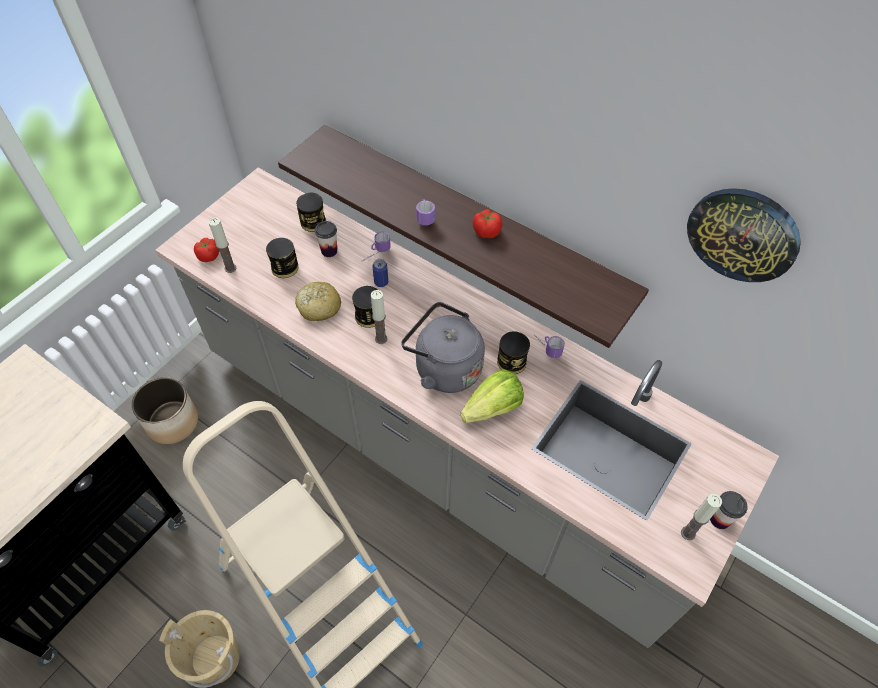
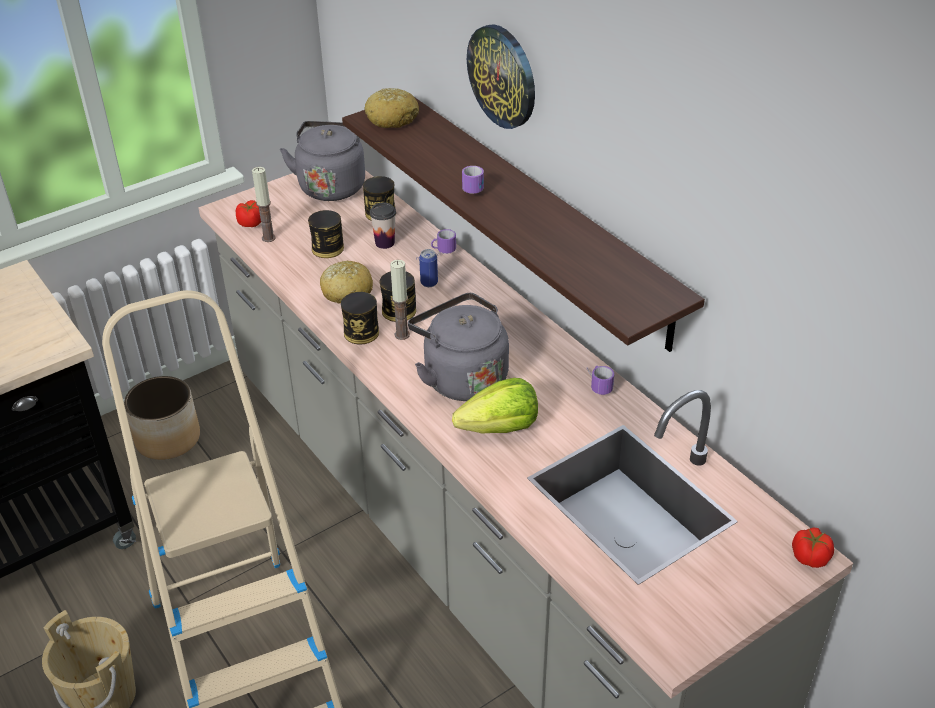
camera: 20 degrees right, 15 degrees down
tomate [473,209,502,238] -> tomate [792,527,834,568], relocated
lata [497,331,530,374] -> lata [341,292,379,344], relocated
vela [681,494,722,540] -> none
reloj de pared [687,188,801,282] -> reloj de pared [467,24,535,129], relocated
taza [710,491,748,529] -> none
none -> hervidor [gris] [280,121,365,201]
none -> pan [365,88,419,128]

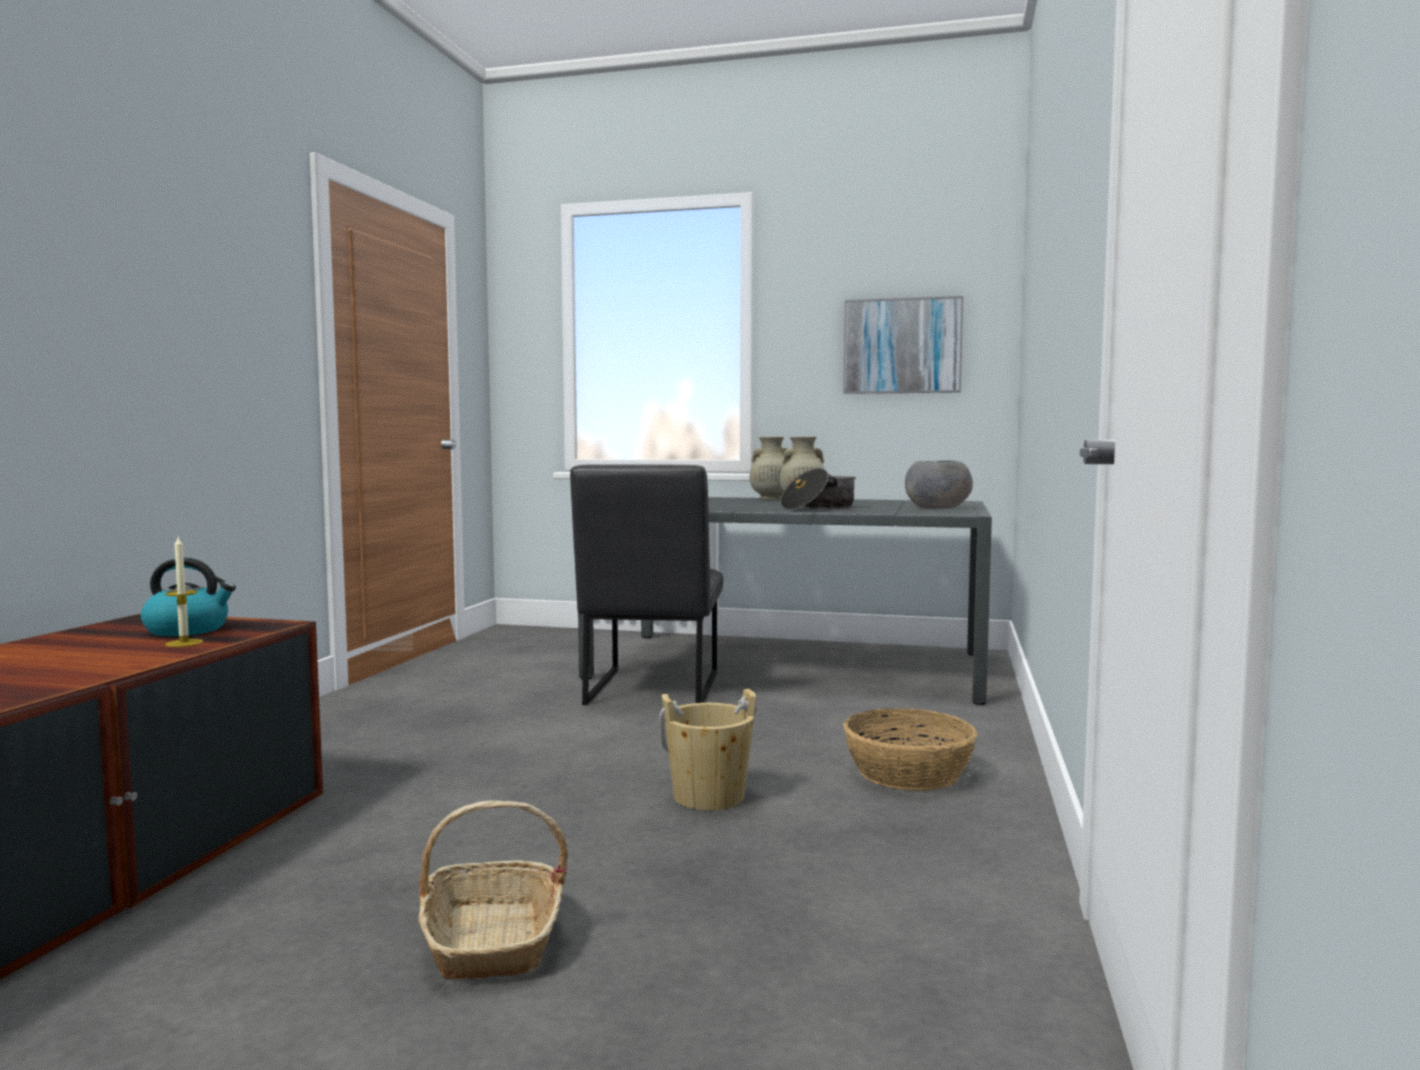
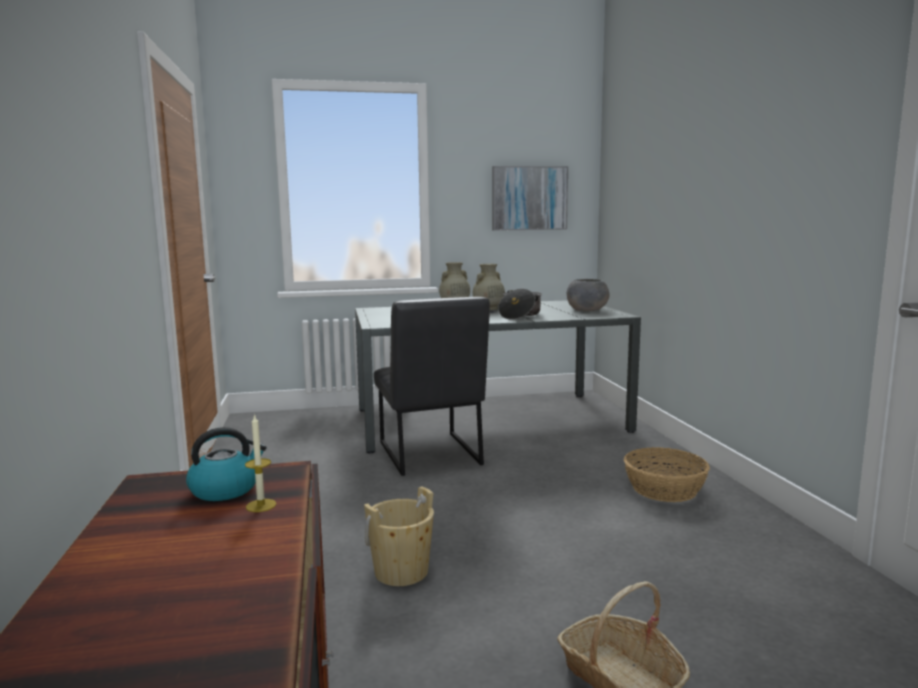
camera: 25 degrees left, 5 degrees up
cubo [beis] [659,689,757,810] -> cubo [beis] [364,486,434,586], relocated

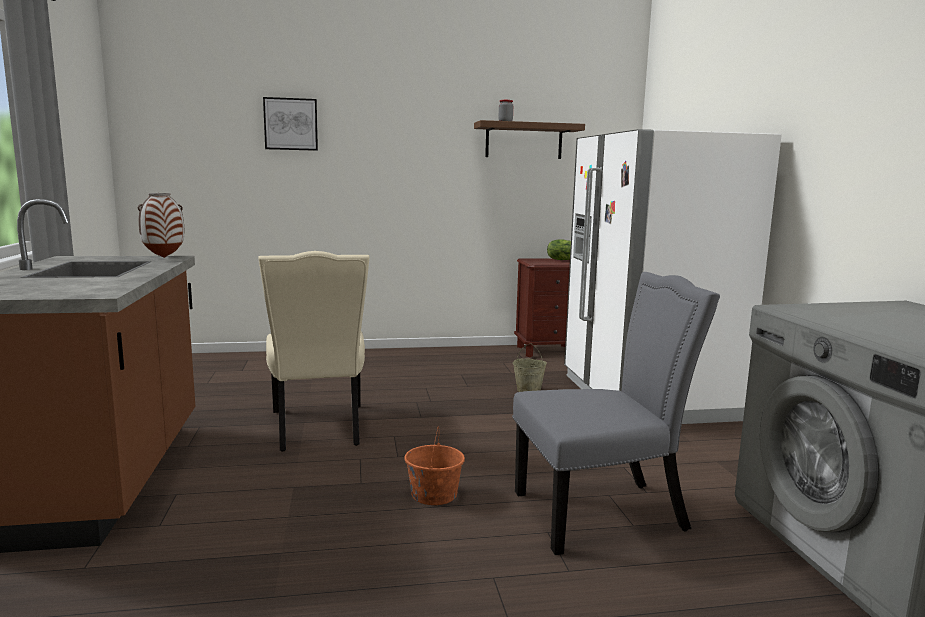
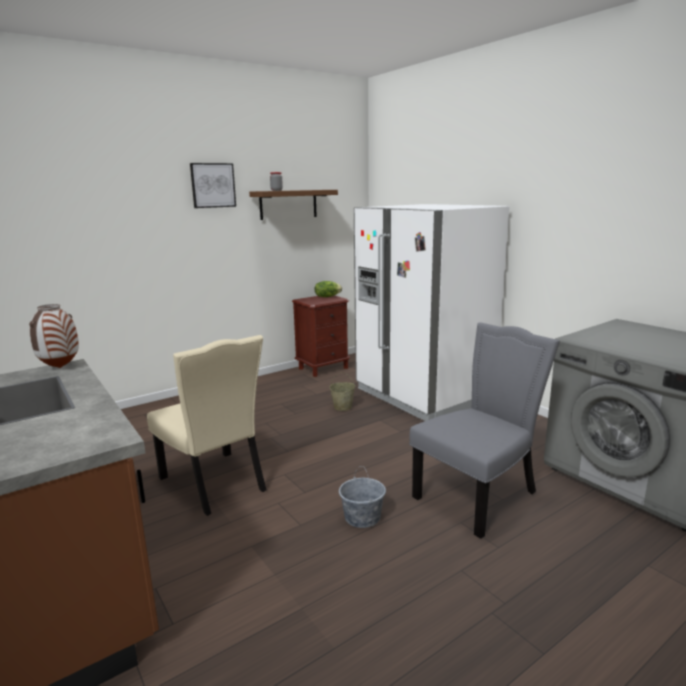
camera: 25 degrees left, 5 degrees up
cuadro [263,97,318,151] -> cuadro [190,163,236,208], relocated
cubo [naranja] [404,426,465,505] -> cubo [gris] [339,466,386,528]

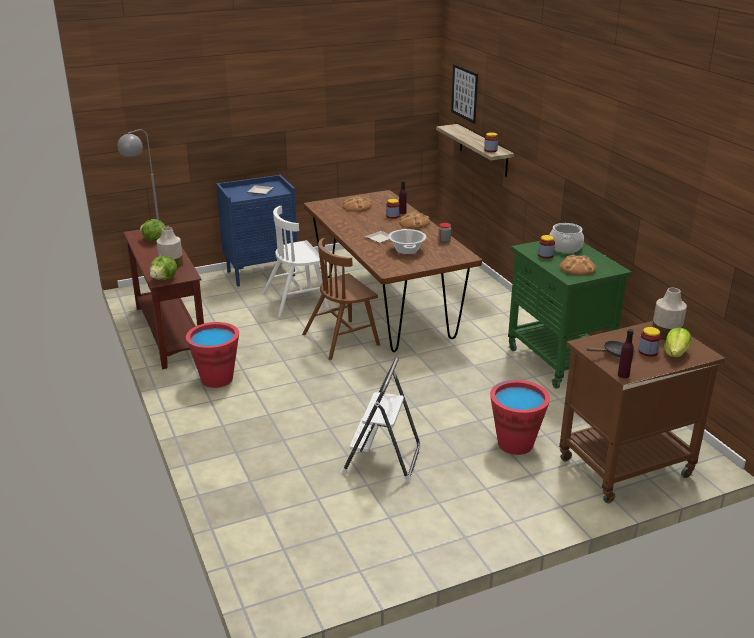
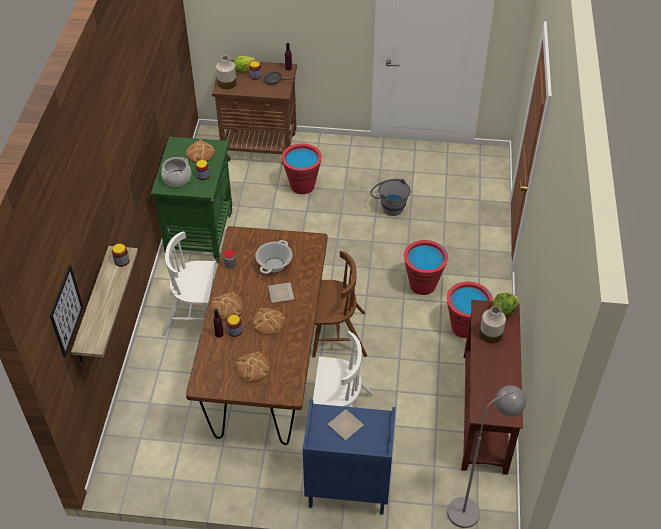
camera: 150 degrees left, 20 degrees up
lechuga [140,219,166,241] -> none
escalera de tijera [blanco] [340,357,421,483] -> cubo [gris] [370,179,410,216]
none -> silla [blanco] [162,232,216,336]
none -> pan [252,308,286,335]
none -> cubo [rojo] [404,240,448,295]

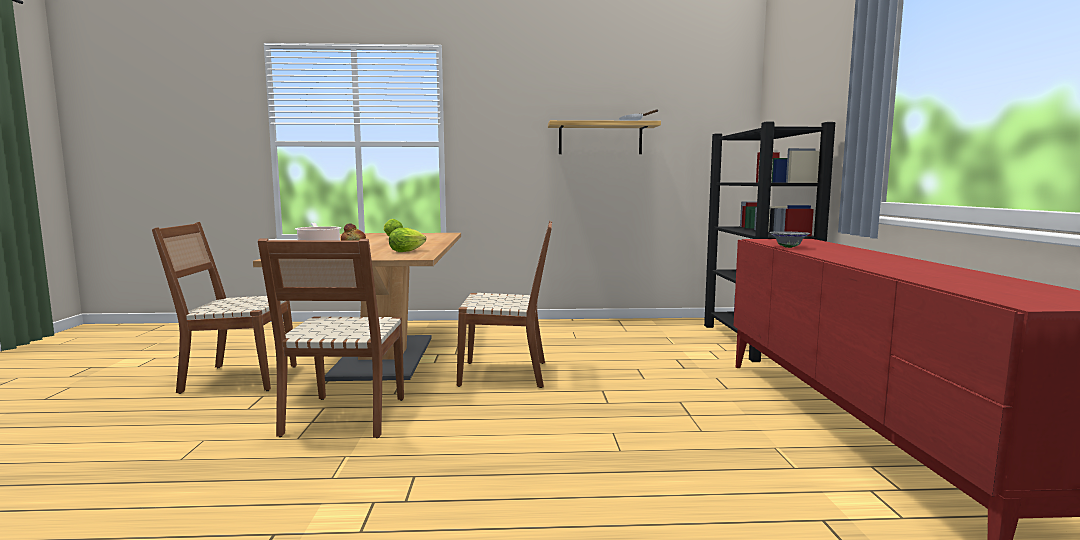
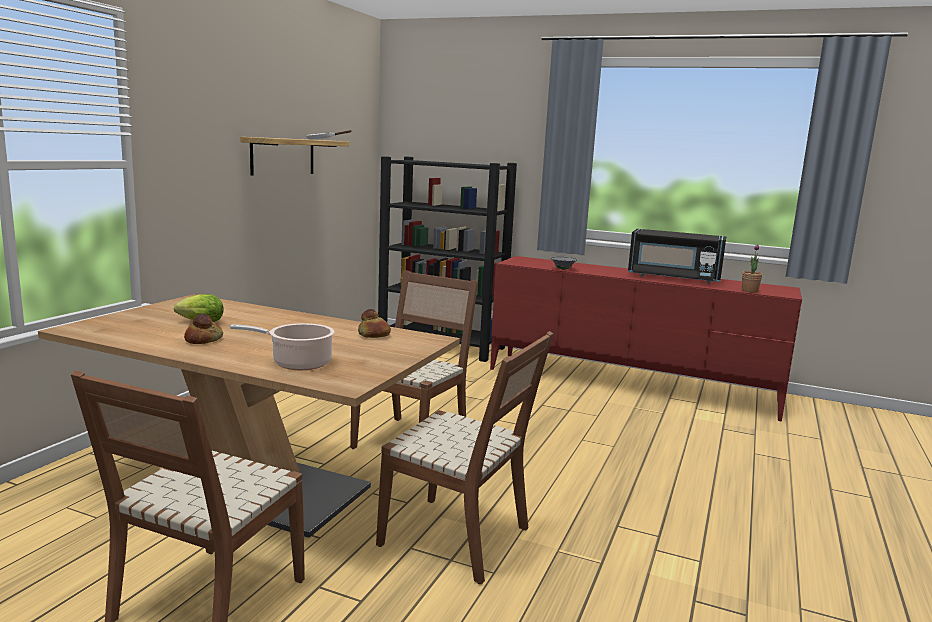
camera: 65 degrees left, 5 degrees up
lechuga [389,228,426,252] -> pan [358,309,391,338]
none -> microondas [negro] [628,229,726,284]
none -> planta en maceta [742,245,762,293]

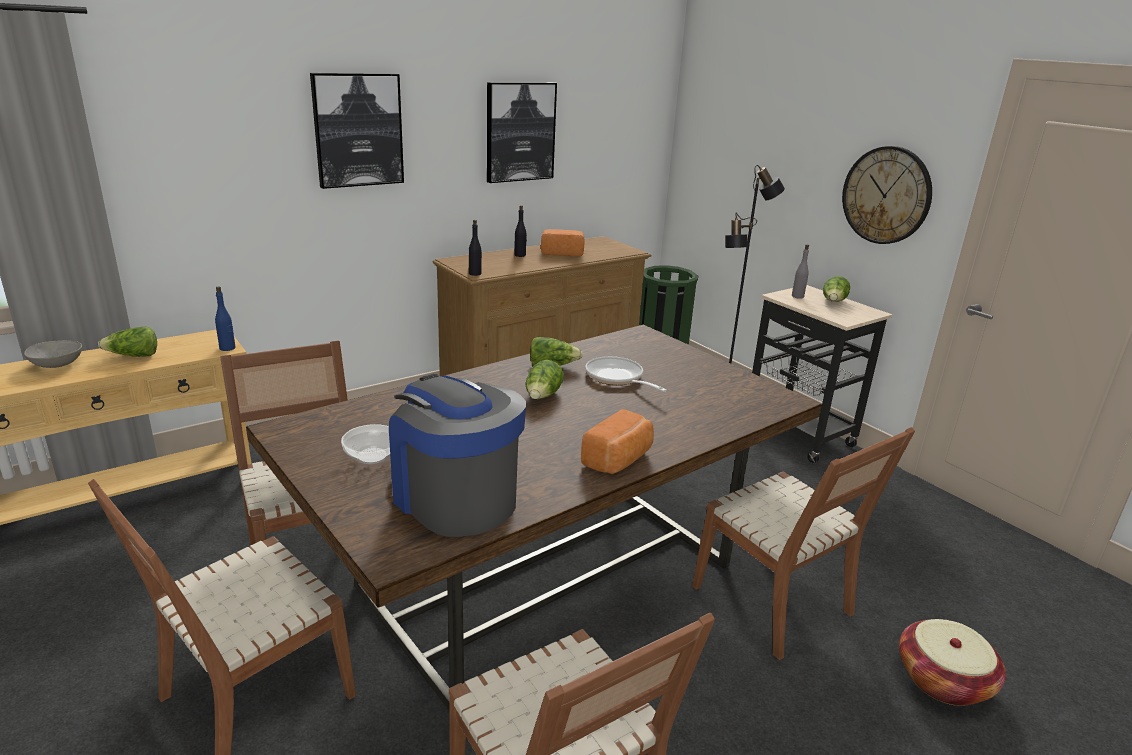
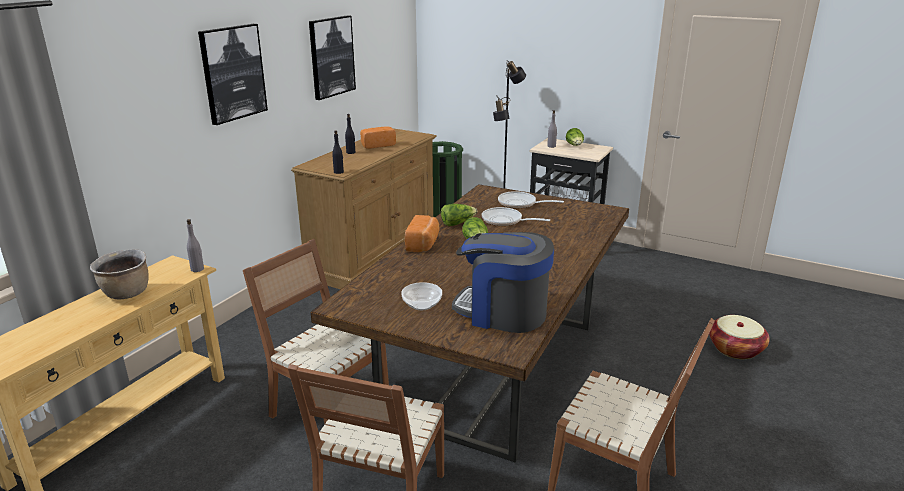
camera: 25 degrees left, 0 degrees up
cuenco [gris] [24,340,82,368] -> none
lechuga [98,327,157,357] -> olla [marrón] [90,249,149,299]
botella [azul] [215,286,236,351] -> botella [gris] [187,219,204,272]
pan [581,409,654,474] -> pan [405,215,440,252], relocated
silla [692,427,915,660] -> none
reloj de pared [842,146,932,244] -> none
none -> sartén [498,191,564,209]

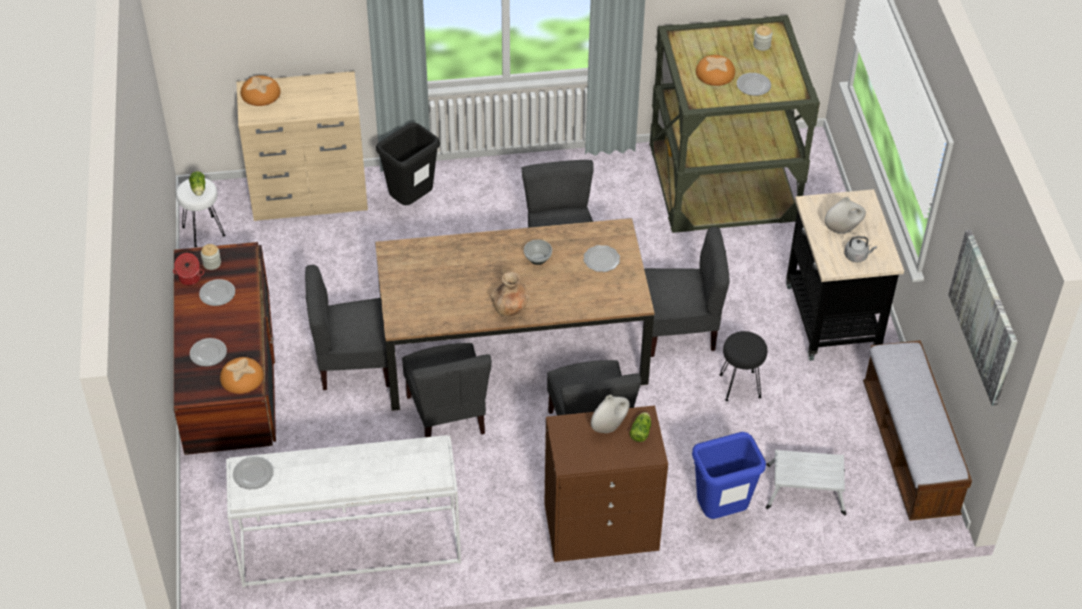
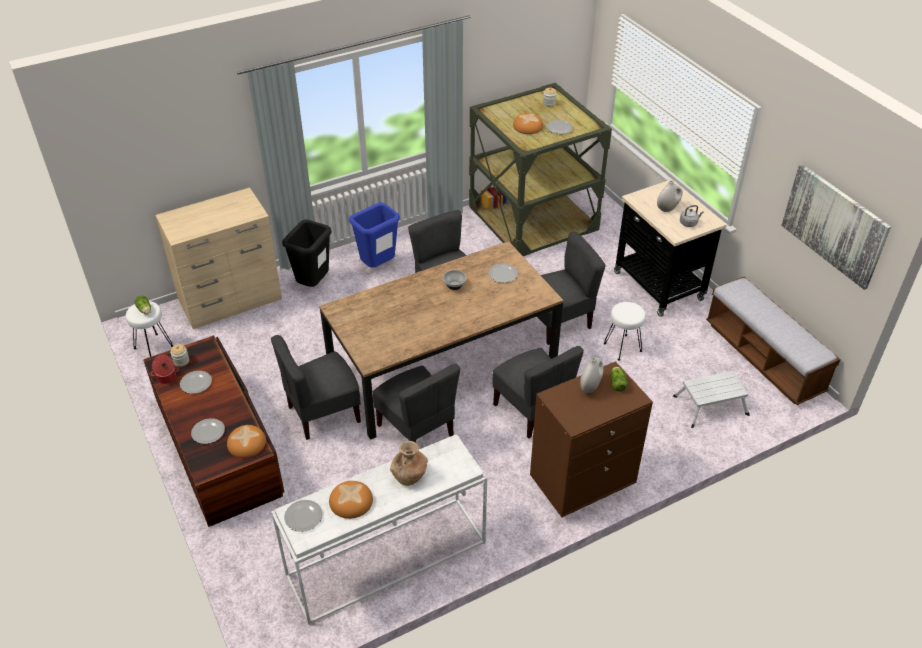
camera: 20 degrees left, 5 degrees down
pan [241,75,281,106] -> pan [329,481,373,519], relocated
florero [marrón] [490,272,530,317] -> florero [marrón] [390,441,428,486], relocated
papelera [azul] [692,432,766,519] -> papelera [azul] [349,202,400,268], relocated
taburete [negro] [720,331,767,401] -> taburete [blanco] [604,302,646,360]

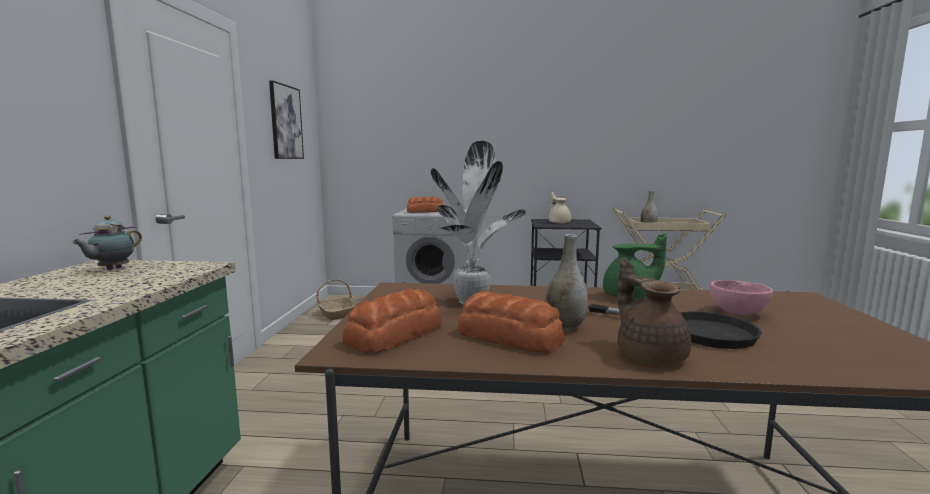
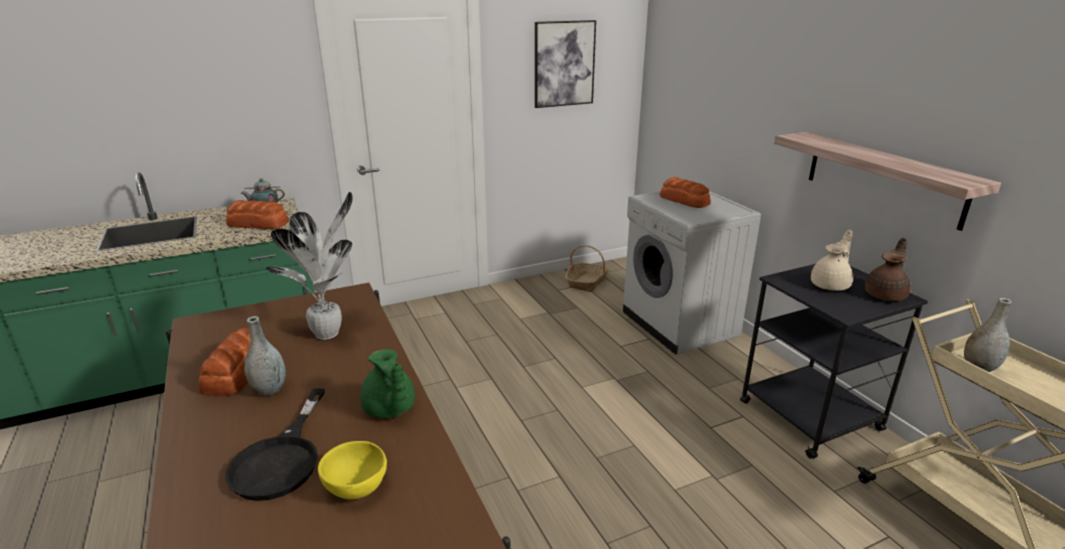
camera: 60 degrees right, 15 degrees up
pan [343,288,442,353] -> pan [226,200,289,229], relocated
tetera [marrón] [618,258,691,365] -> tetera [marrón] [865,237,911,301], relocated
cuenco [rosa] [710,280,773,315] -> cuenco [amarillo] [318,441,387,499]
none -> estante [774,132,1001,231]

